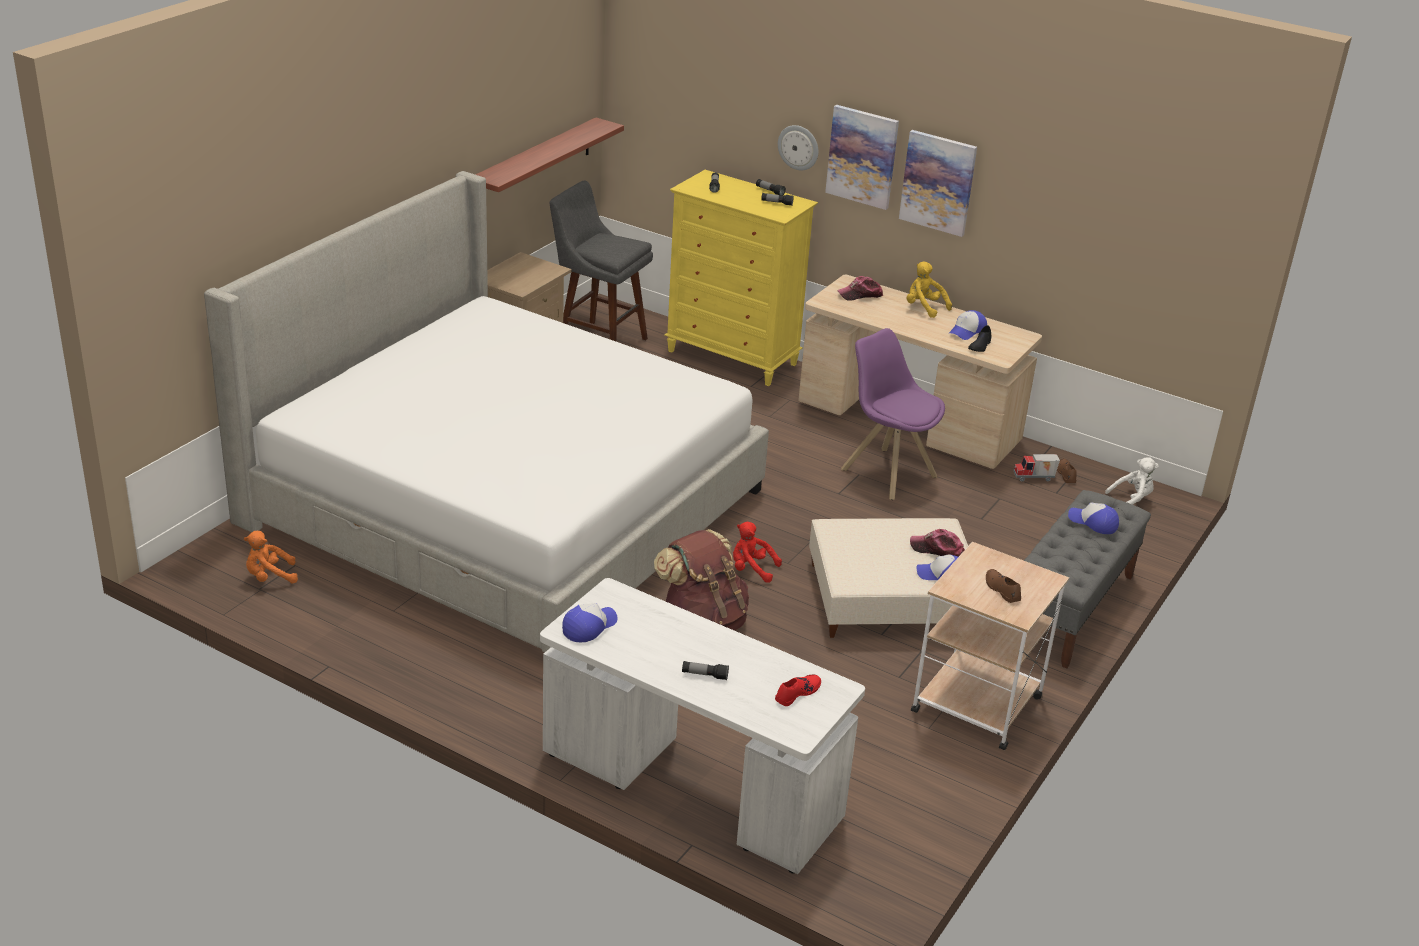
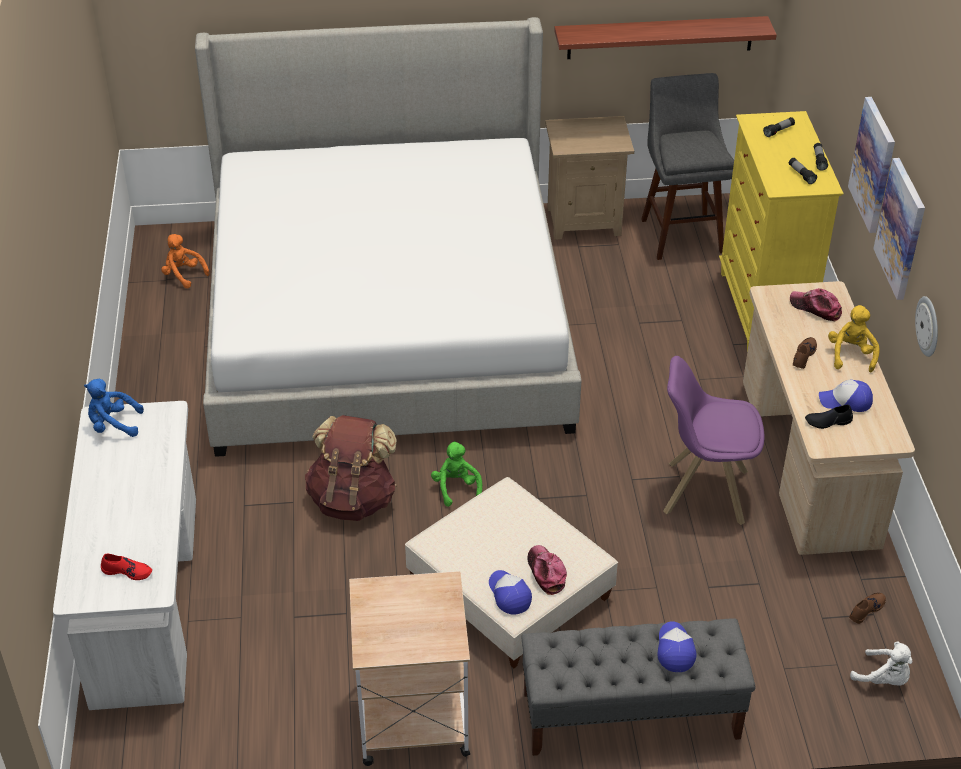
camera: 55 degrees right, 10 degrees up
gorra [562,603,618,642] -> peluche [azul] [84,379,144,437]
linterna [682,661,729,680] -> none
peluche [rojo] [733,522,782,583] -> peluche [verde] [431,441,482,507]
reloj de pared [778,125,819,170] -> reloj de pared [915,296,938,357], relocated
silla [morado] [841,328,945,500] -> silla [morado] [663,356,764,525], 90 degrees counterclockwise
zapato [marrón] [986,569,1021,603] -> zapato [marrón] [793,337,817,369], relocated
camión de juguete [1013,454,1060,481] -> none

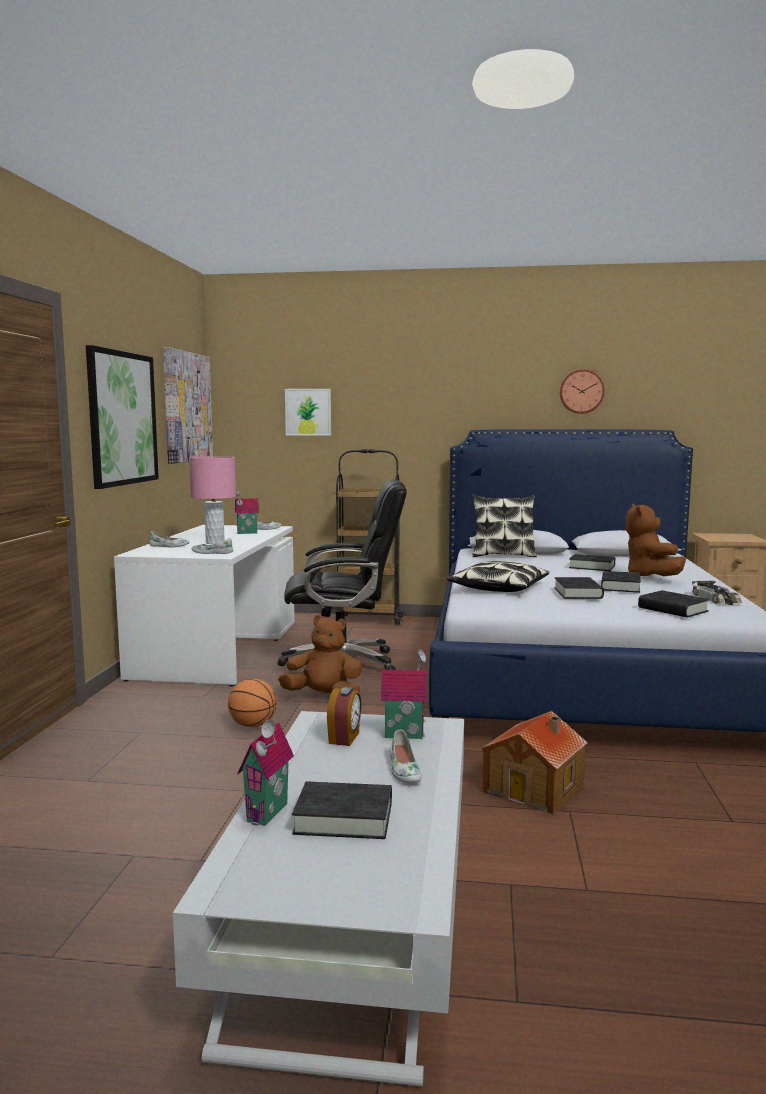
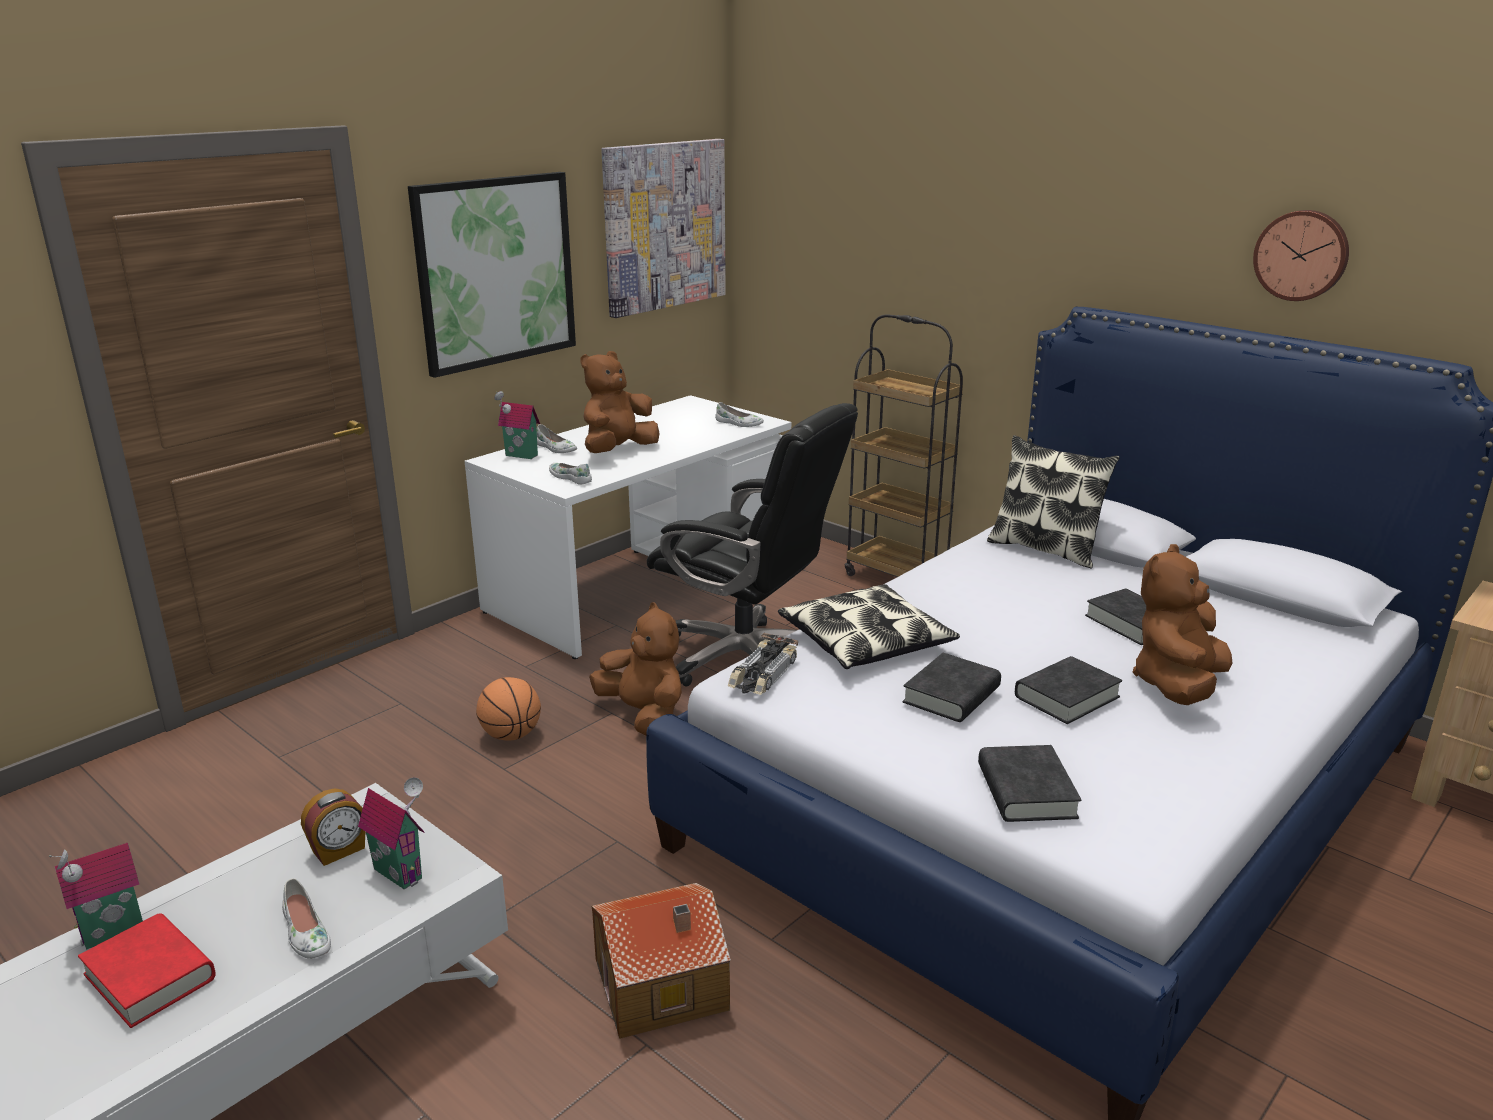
camera: 35 degrees right, 15 degrees up
lámpara de mesa [rosa] [189,456,236,544] -> peluche [marrón] [581,351,660,453]
casita [235,491,259,534] -> casita [494,391,540,459], relocated
cuadro [285,389,331,435] -> none
libro [negro] [292,781,392,839] -> libro [rojo] [78,913,216,1028]
zapato [blanco] [390,730,422,783] -> zapato [blanco] [282,878,331,959], 60 degrees counterclockwise
coche de juguete [692,580,742,605] -> coche de juguete [728,633,798,695], relocated

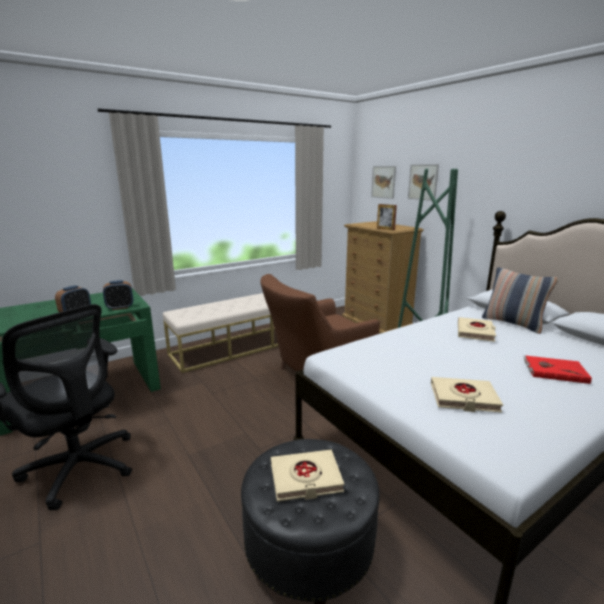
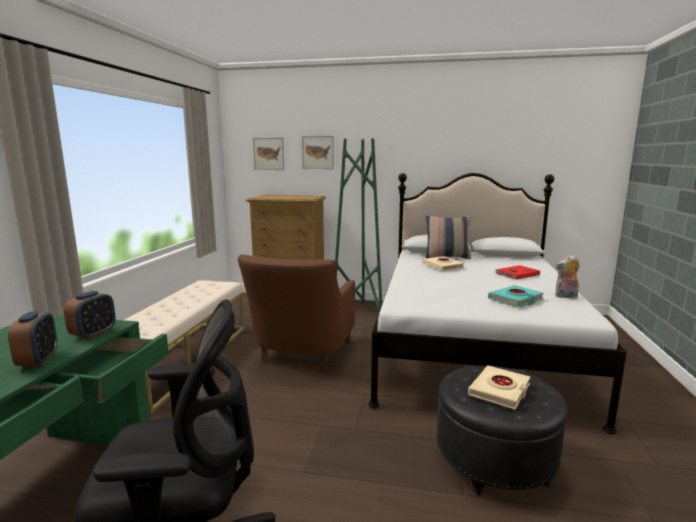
camera: 45 degrees left, 5 degrees down
portarretratos [377,204,397,231] -> none
libro [beis] [431,377,503,412] -> libro [turquesa] [488,285,544,308]
none -> peluche [555,255,580,298]

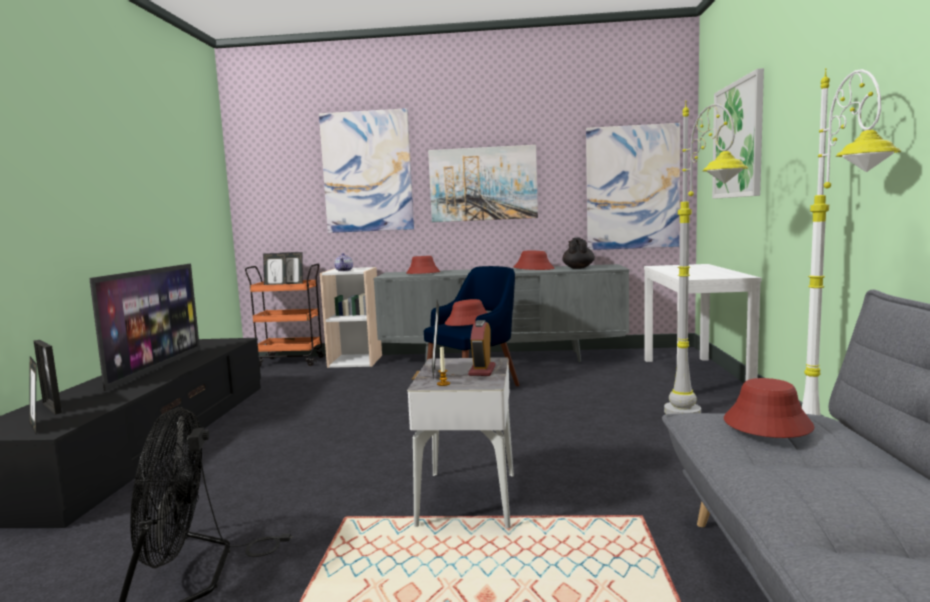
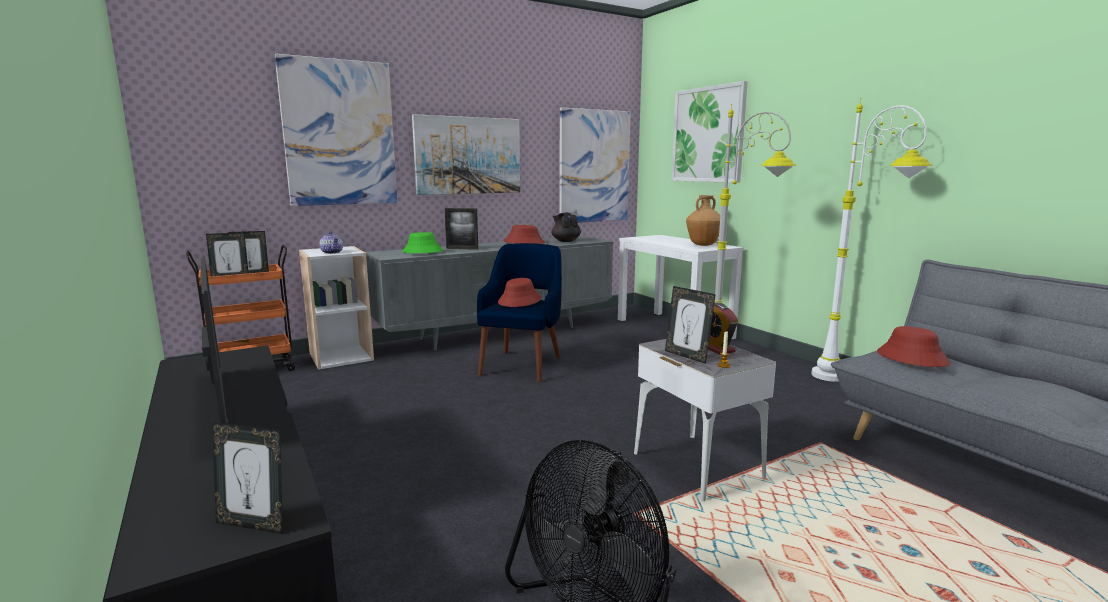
camera: 35 degrees left, 5 degrees up
portarretratos [34,340,62,414] -> portarretratos [445,208,478,250], relocated
sombrero [rojo] [406,256,440,274] -> sombrero [verde] [402,232,443,253]
none -> florero [marrón] [686,195,720,246]

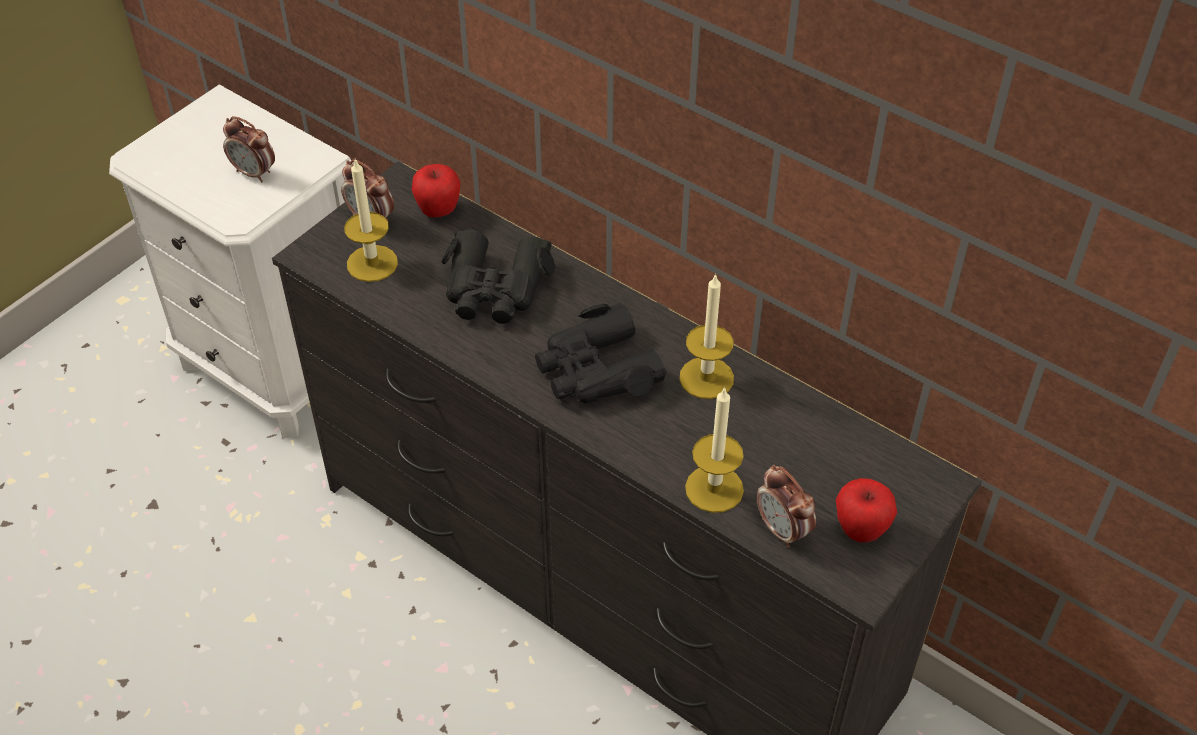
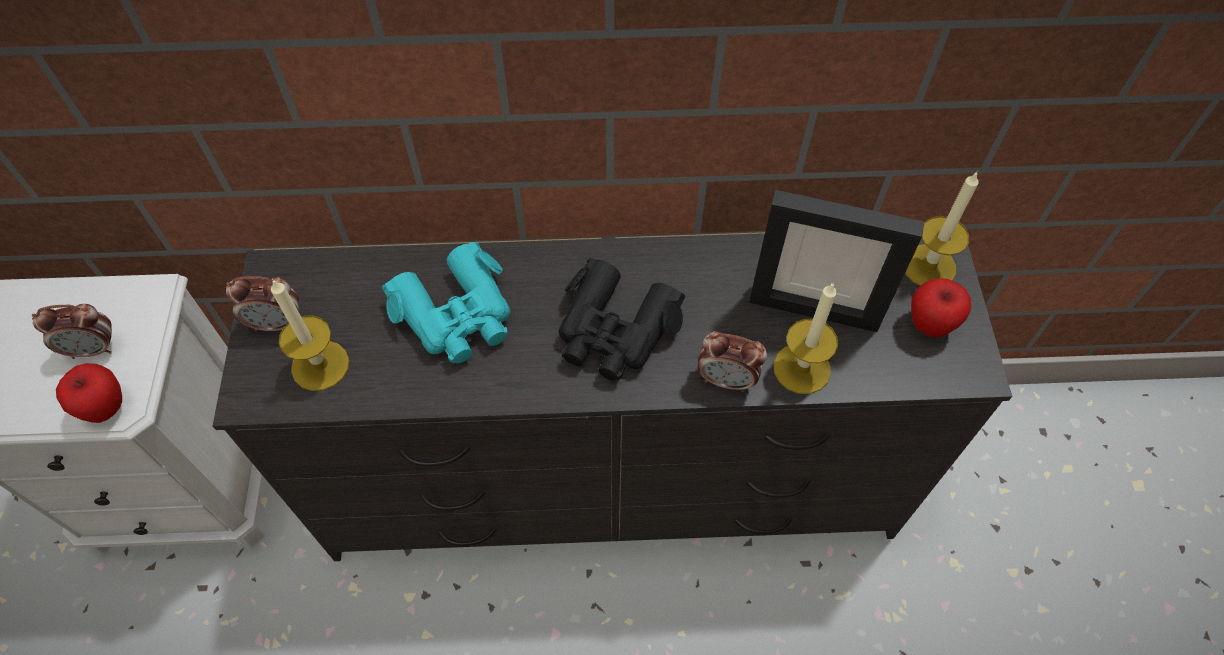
camera: 40 degrees left, 10 degrees up
manzana [411,164,460,217] -> manzana [56,363,122,423], relocated
prismáticos [negro] [441,230,555,324] -> prismáticos [turquesa] [382,241,510,363]
vela [679,273,734,399] -> vela [905,171,979,286], relocated
despertador [756,465,816,548] -> despertador [698,331,767,392], relocated
none -> portarretratos [749,190,924,332]

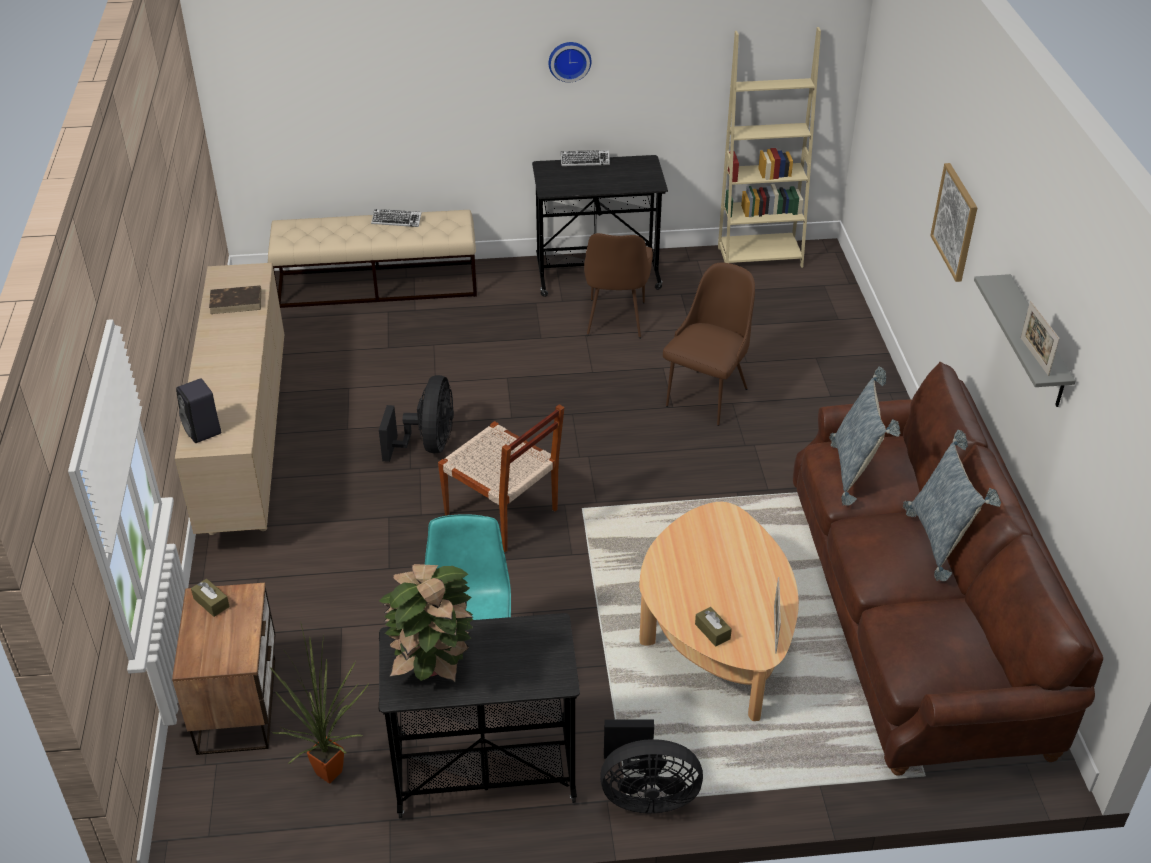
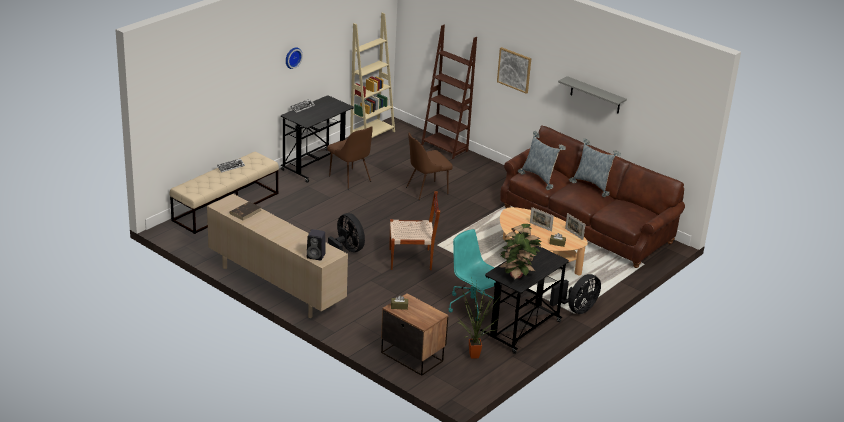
camera: 45 degrees left, 10 degrees down
silla [marrón] [663,262,755,426] -> silla [marrón] [406,132,453,201], 105 degrees counterclockwise
portarretratos [1021,301,1060,376] -> portarretratos [530,207,554,232], relocated
none -> estantería [marrón] [421,25,477,159]

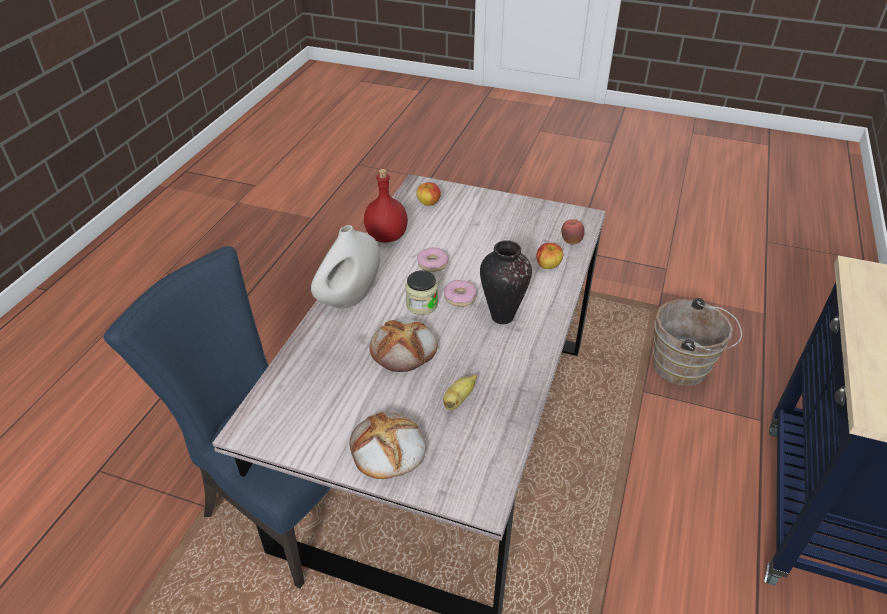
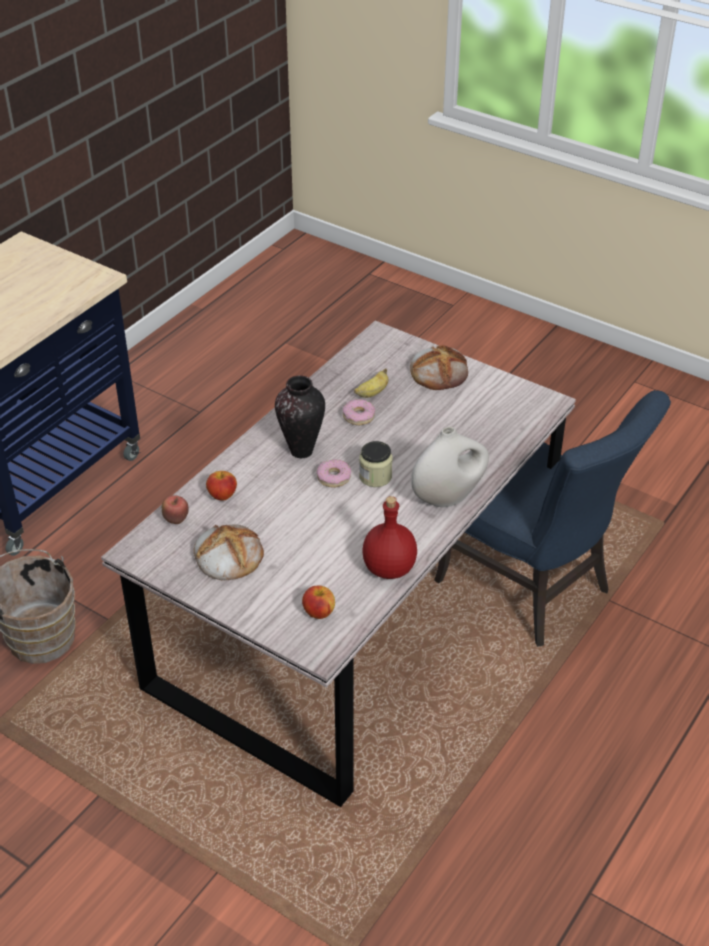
camera: 165 degrees left, 0 degrees up
pan [370,318,438,372] -> pan [194,524,264,581], relocated
rosquilla [417,247,448,272] -> rosquilla [343,399,375,425], relocated

